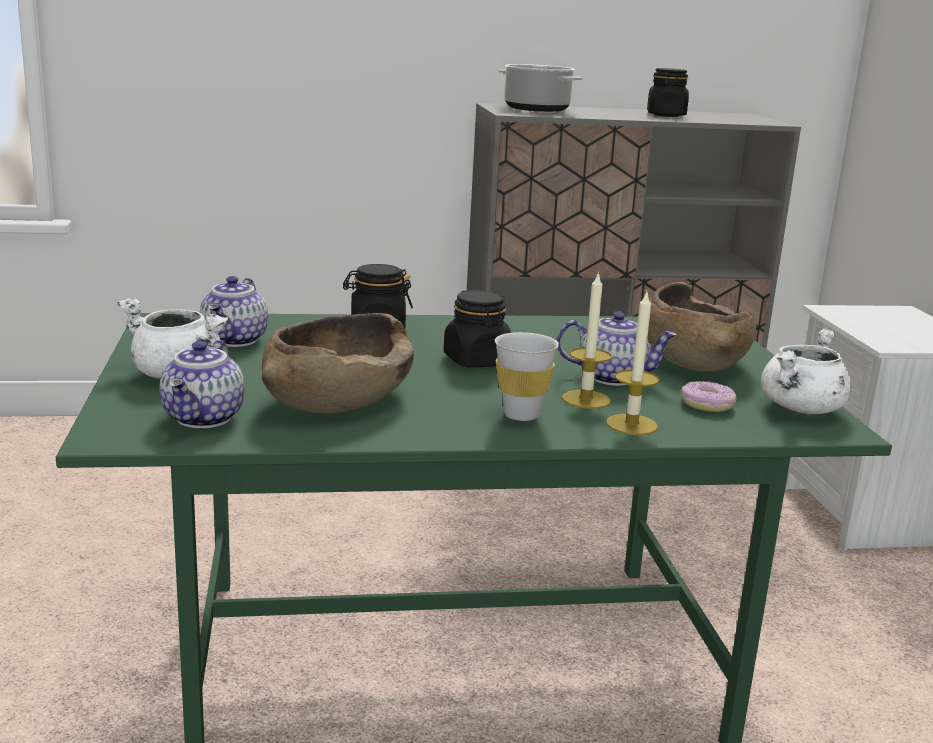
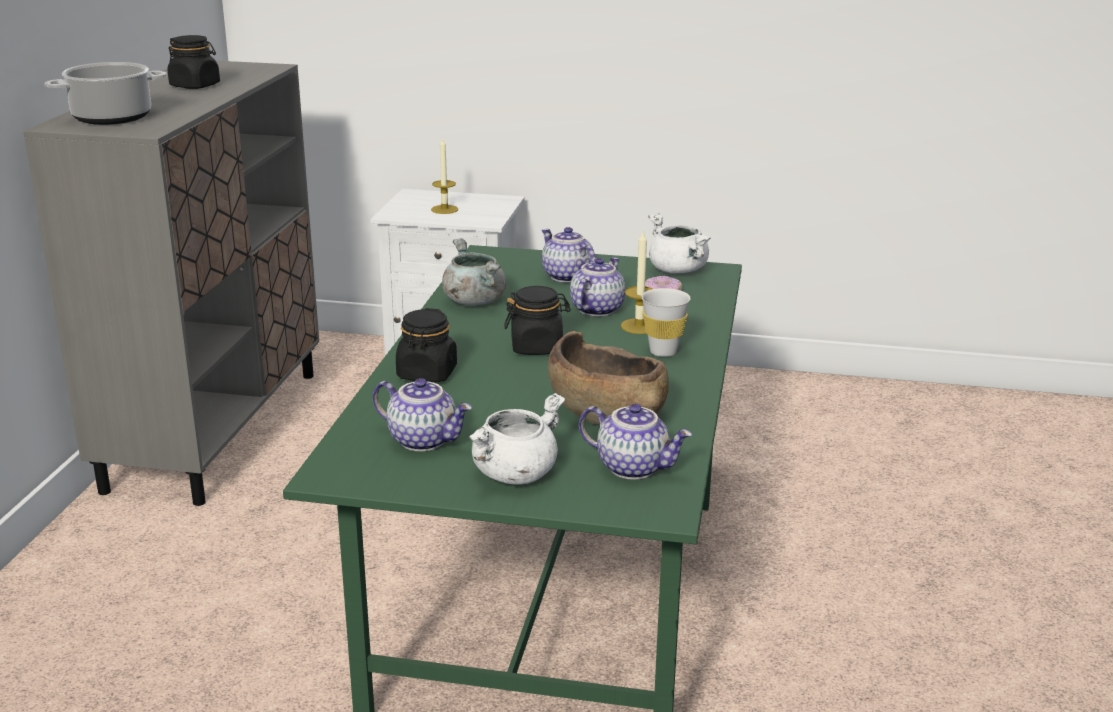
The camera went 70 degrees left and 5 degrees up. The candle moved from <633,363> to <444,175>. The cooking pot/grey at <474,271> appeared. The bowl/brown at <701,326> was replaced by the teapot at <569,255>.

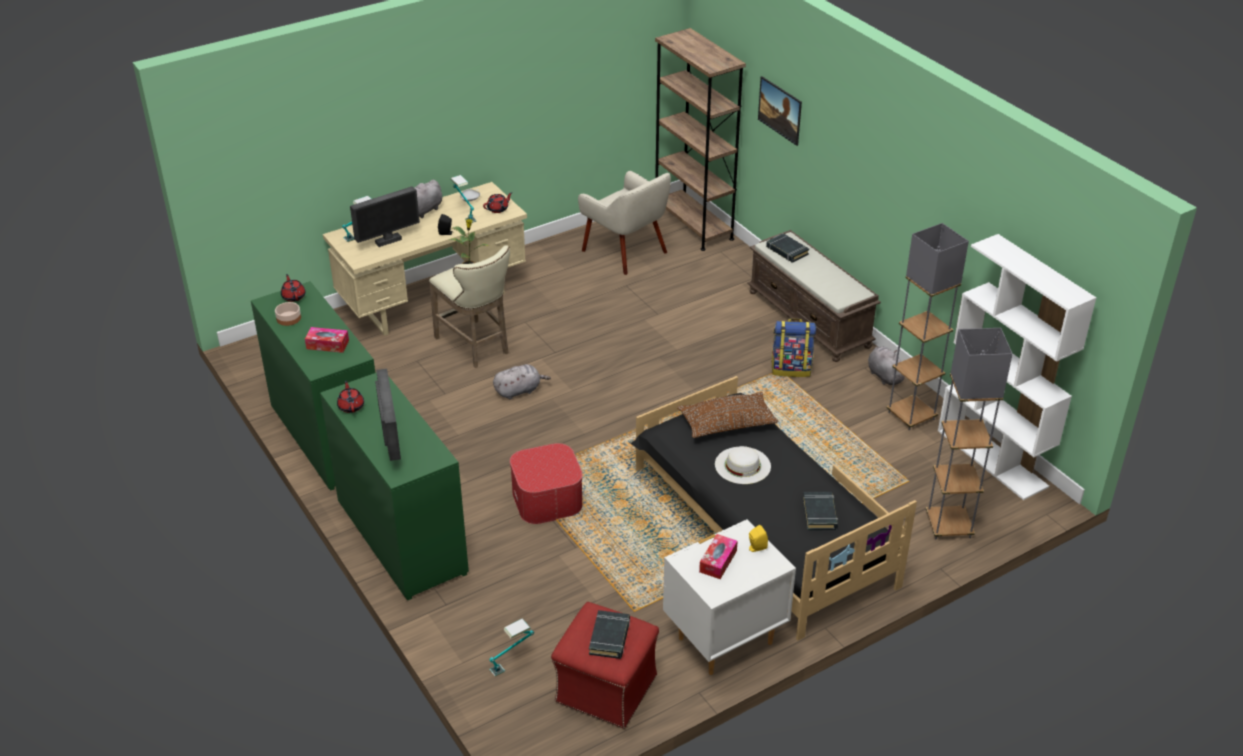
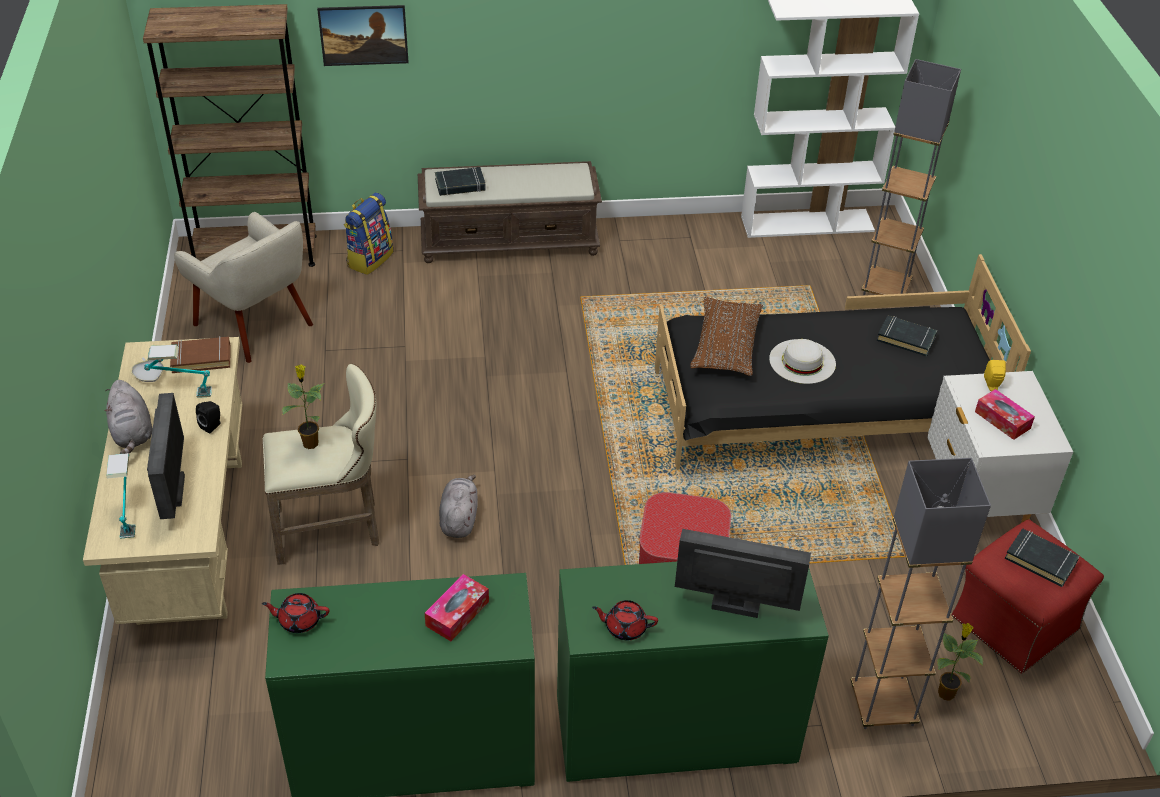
The camera went 65 degrees left and 5 degrees up. The teapot/red at <498,202> was replaced by the book/brown at <200,354>. The armchair/beige at <624,223> turned 60 degrees clockwise. The backpack moved from <793,347> to <369,234>. The floor lamp/grey moved from <927,326> to <921,593>. The table lamp at <511,648> was replaced by the potted plant at <960,662>. The bowl at <288,314> disappeared. The plush toy/grey at <886,365> disappeared.

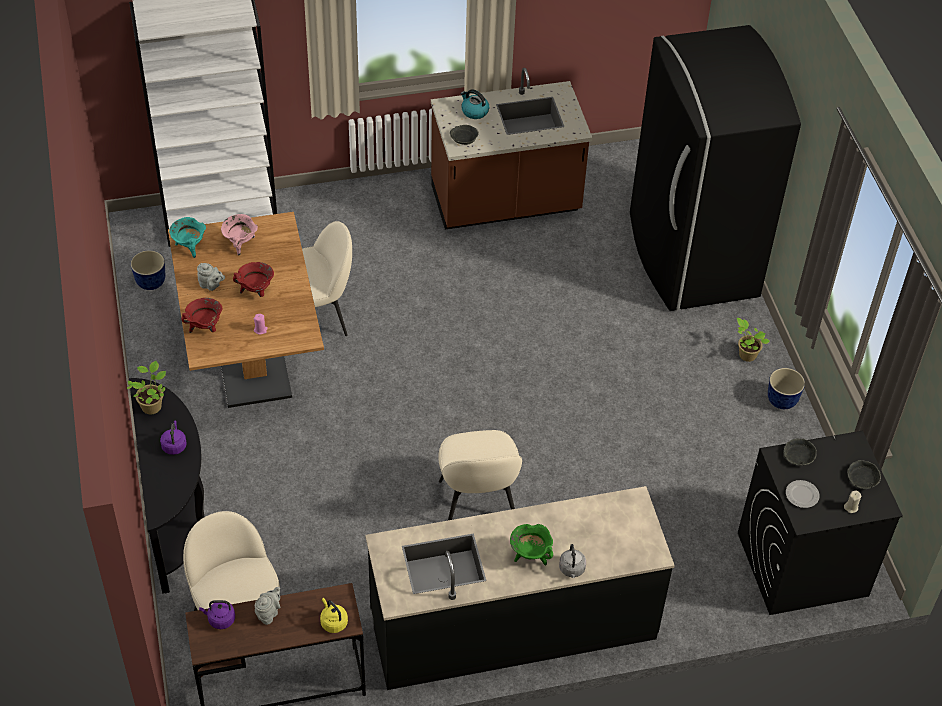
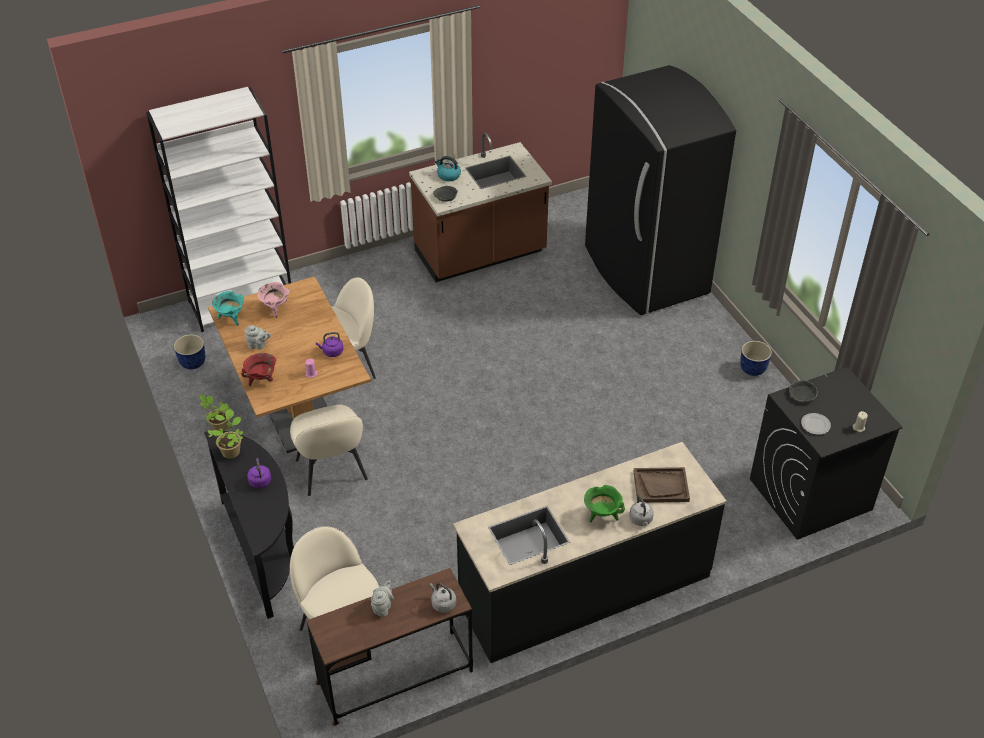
The camera went 10 degrees left and 5 degrees down. The potted plant moved from <753,340> to <214,413>. The chair/beige moved from <480,475> to <329,450>. The kettle/purple moved from <217,614> to <329,344>. The kettle/yellow at <334,615> became the kettle/grey at <442,598>. The tray/brown at <661,485> appeared. The cooking pot/red at <253,279> disappeared. The bowl/grey at <864,474> disappeared.

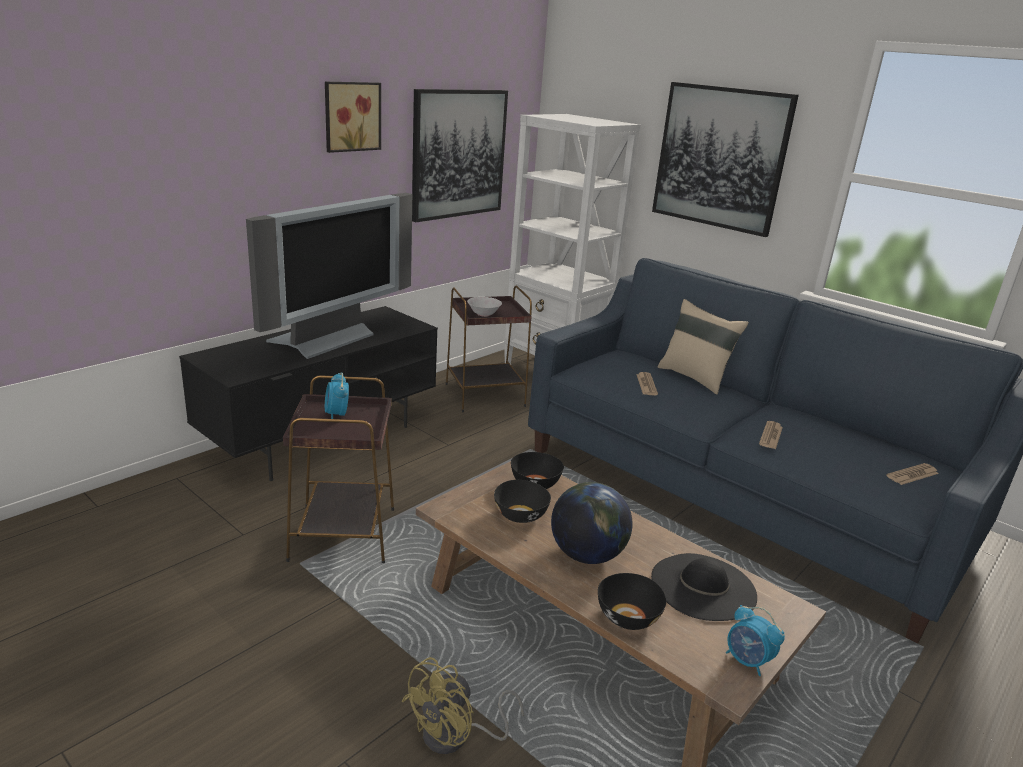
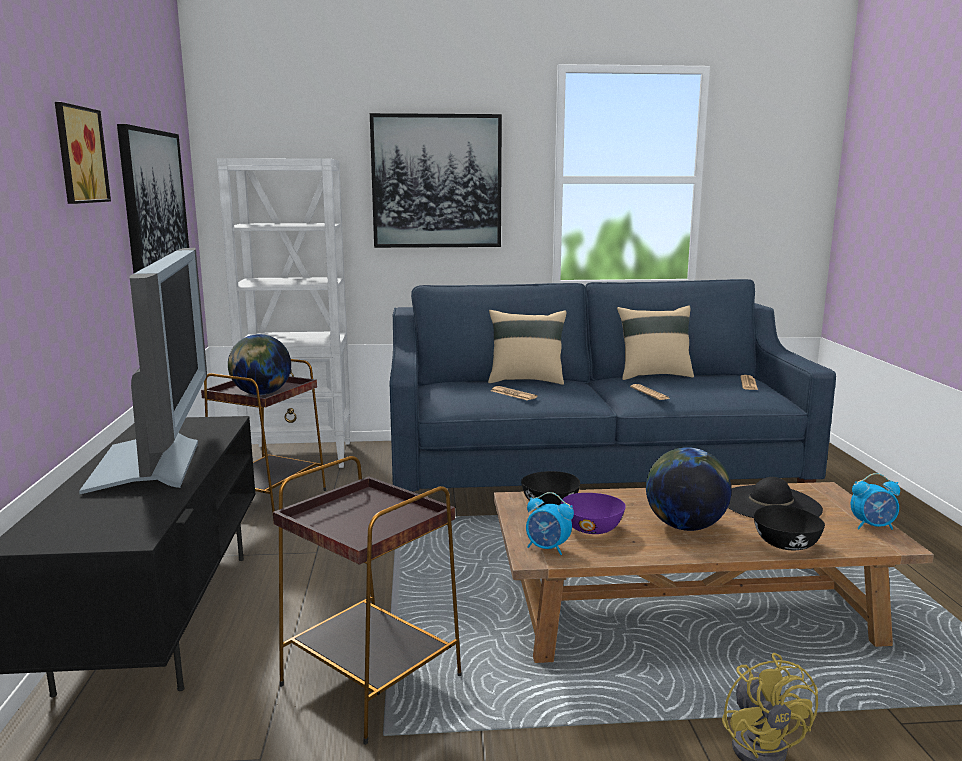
The camera went 45 degrees left and 10 degrees down. The bowl/white at <484,307> was replaced by the globe at <259,364>. The alarm clock moved from <337,396> to <550,523>. The bowl/black at <522,501> became the bowl/purple at <593,513>. The pillow/beige at <655,342> appeared.

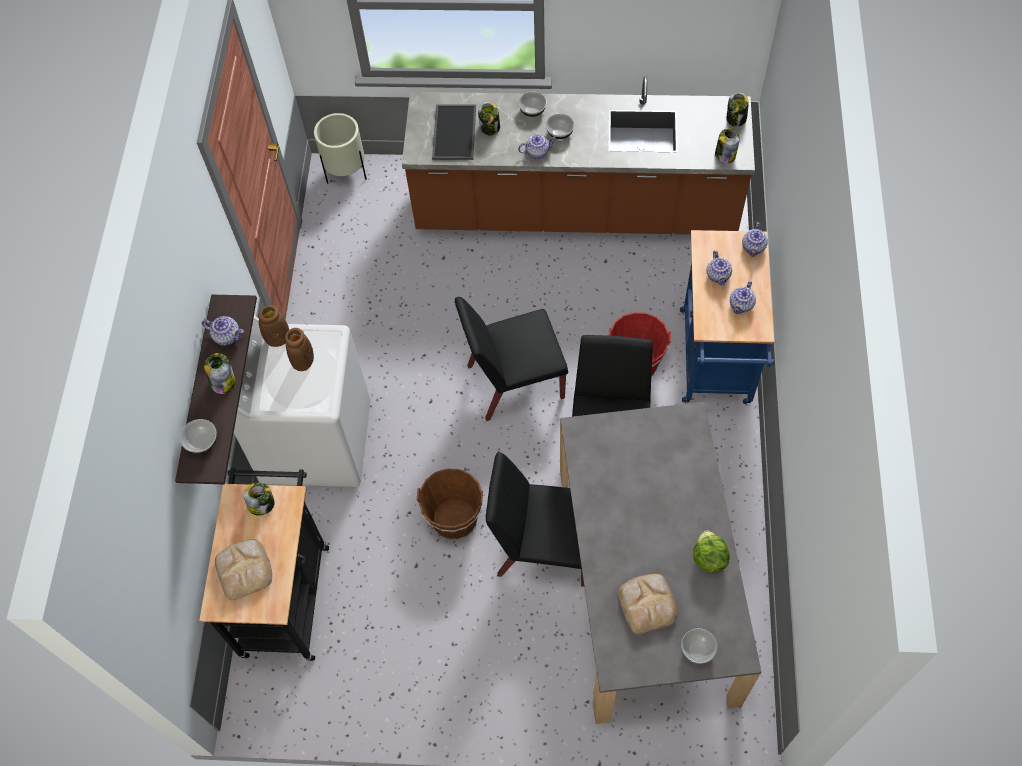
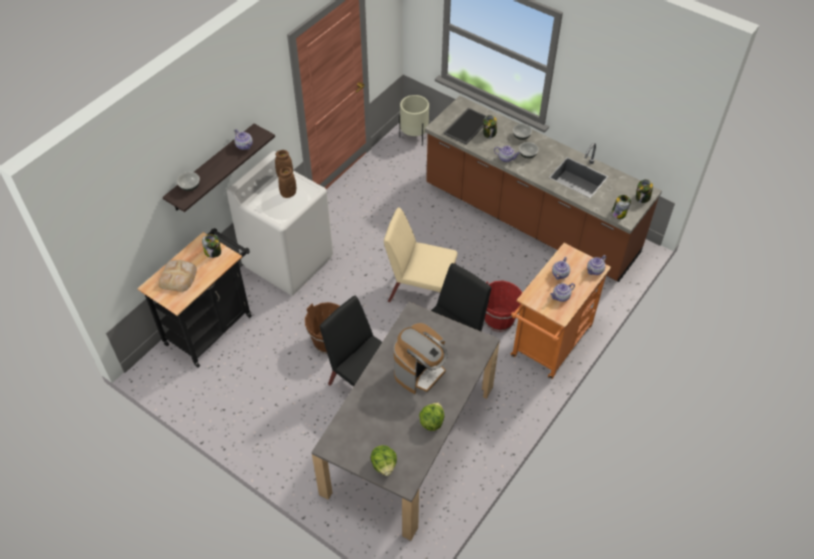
The camera went 30 degrees right and 10 degrees down. The bowl at <699,646> was replaced by the lettuce at <384,460>. The chair/black at <511,359> became the chair/beige at <421,254>. The coffee machine at <421,358> appeared. The cart/blue at <727,317> became the cart/orange at <561,311>. The jar at <219,373> disappeared. The bread at <647,604> disappeared.

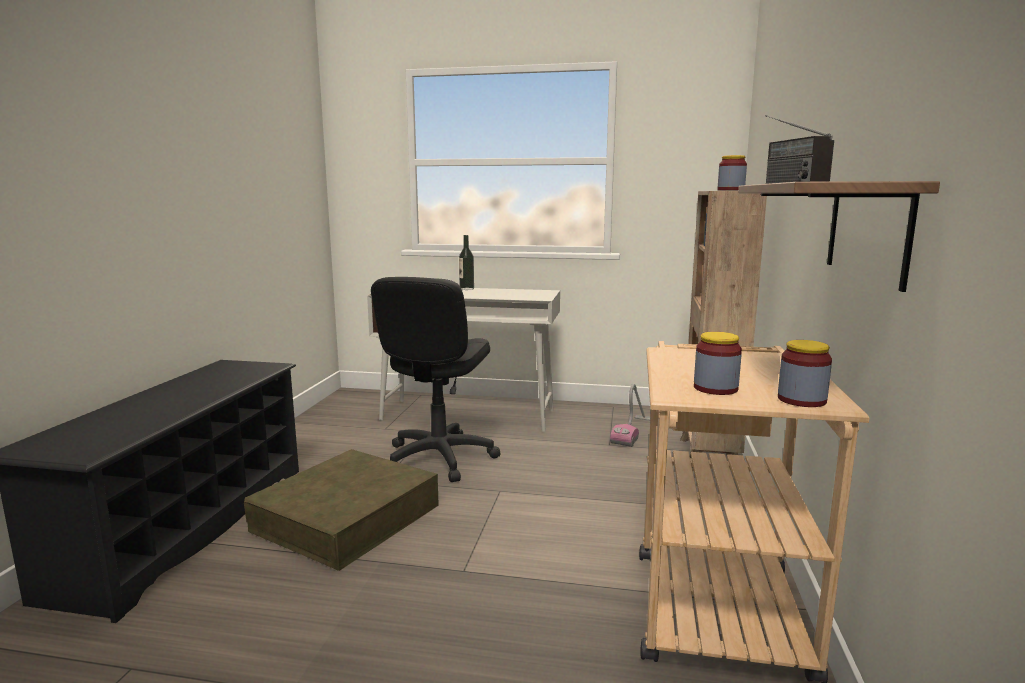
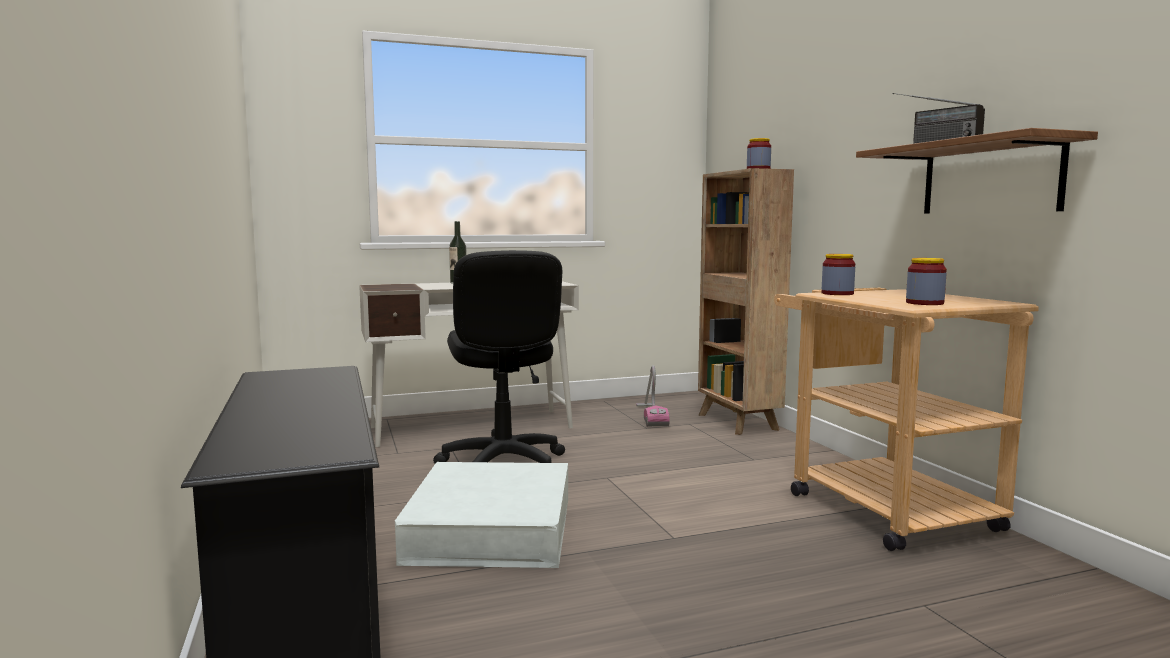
The camera went 30 degrees left and 5 degrees down. The storage box/brown at <341,510> became the storage box/white at <481,515>. The jar moved from <805,373> to <838,274>.

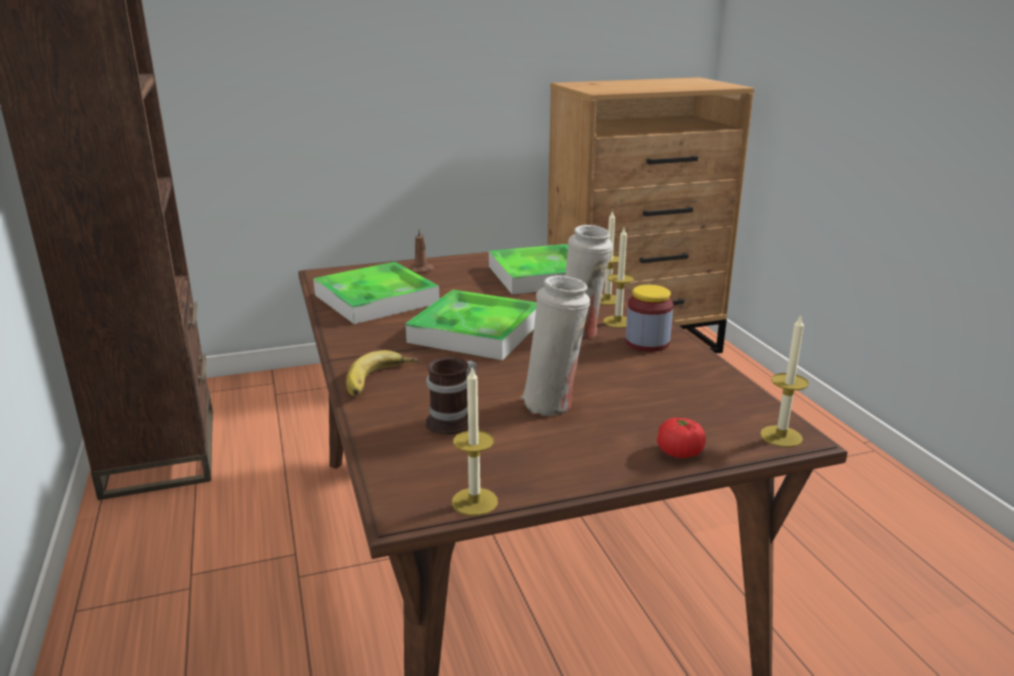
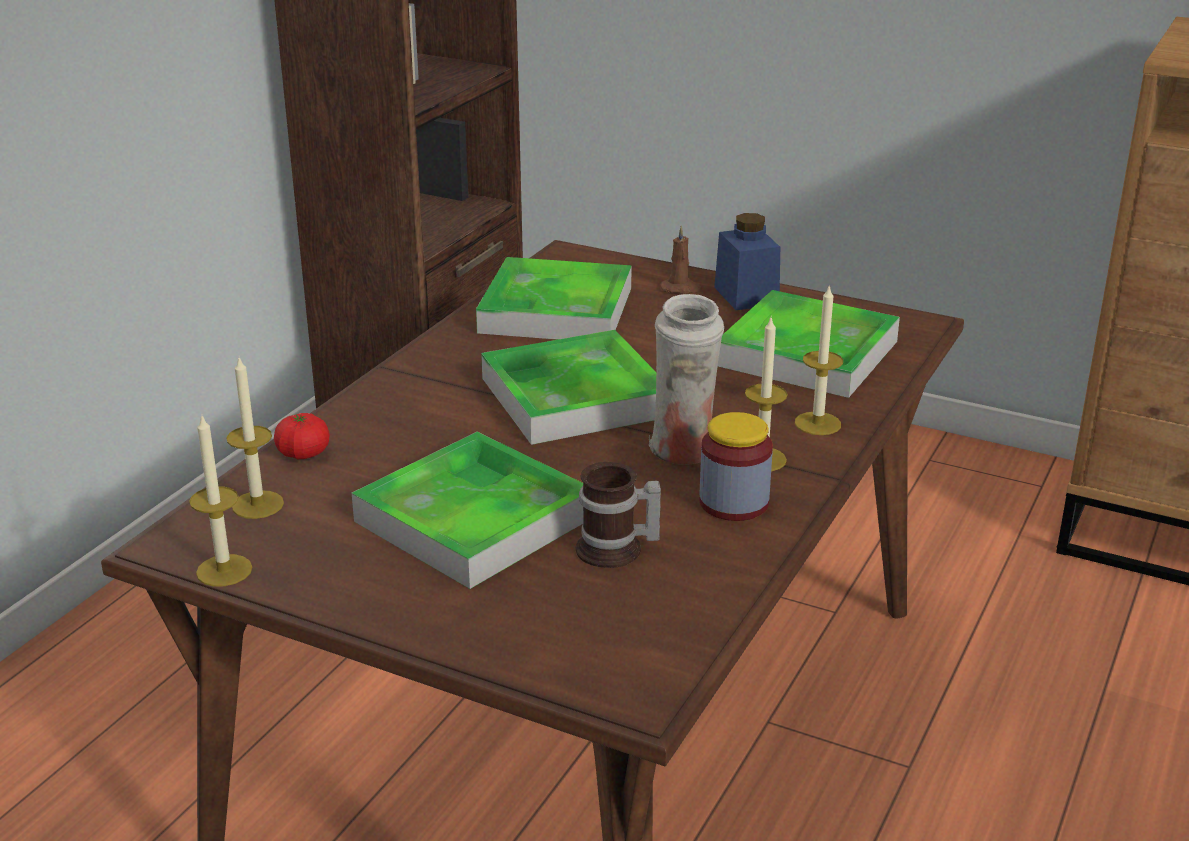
The camera went 45 degrees right and 5 degrees up. The candle moved from <784,380> to <255,438>. The tomato moved from <681,438> to <302,436>. The vase/white at <555,346> was replaced by the tray at <467,510>. The mug moved from <451,396> to <618,515>. The jar/blue at <747,261> appeared. The banana at <382,373> disappeared.

